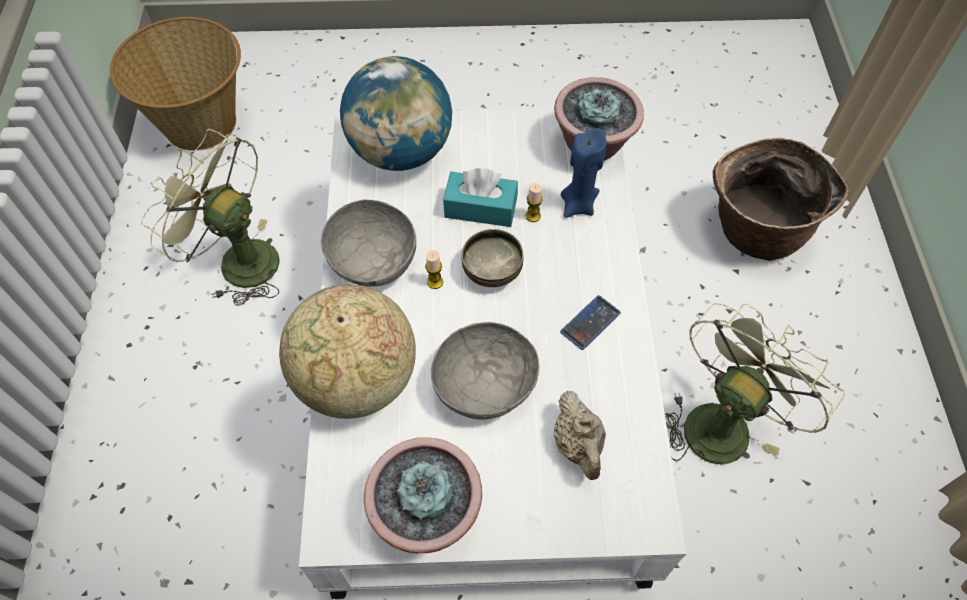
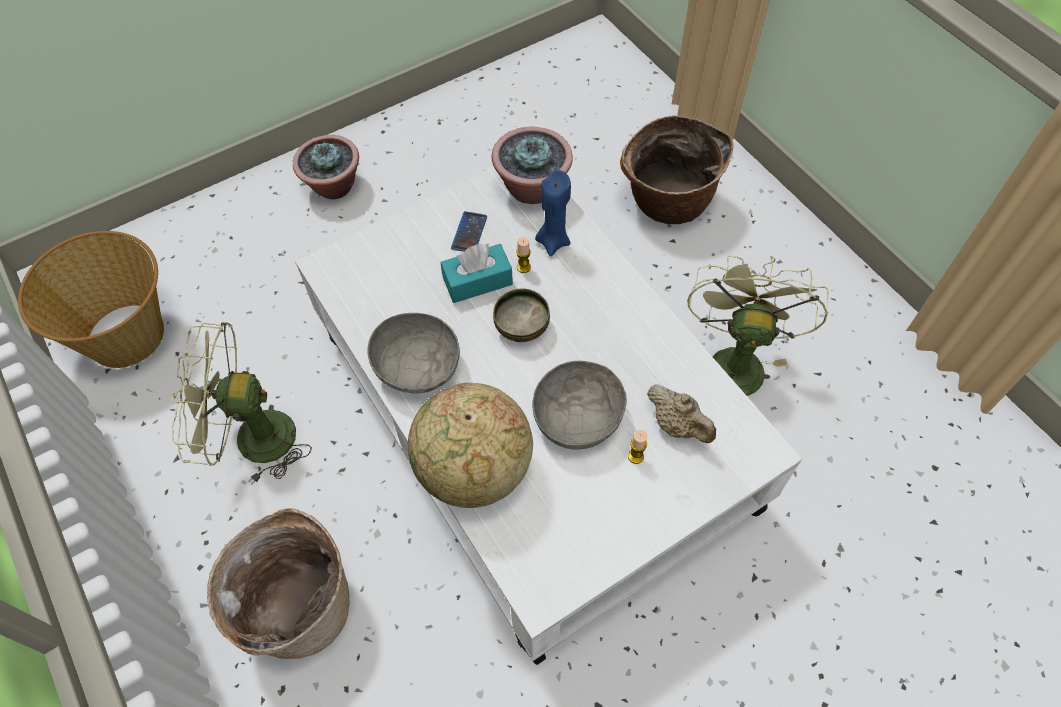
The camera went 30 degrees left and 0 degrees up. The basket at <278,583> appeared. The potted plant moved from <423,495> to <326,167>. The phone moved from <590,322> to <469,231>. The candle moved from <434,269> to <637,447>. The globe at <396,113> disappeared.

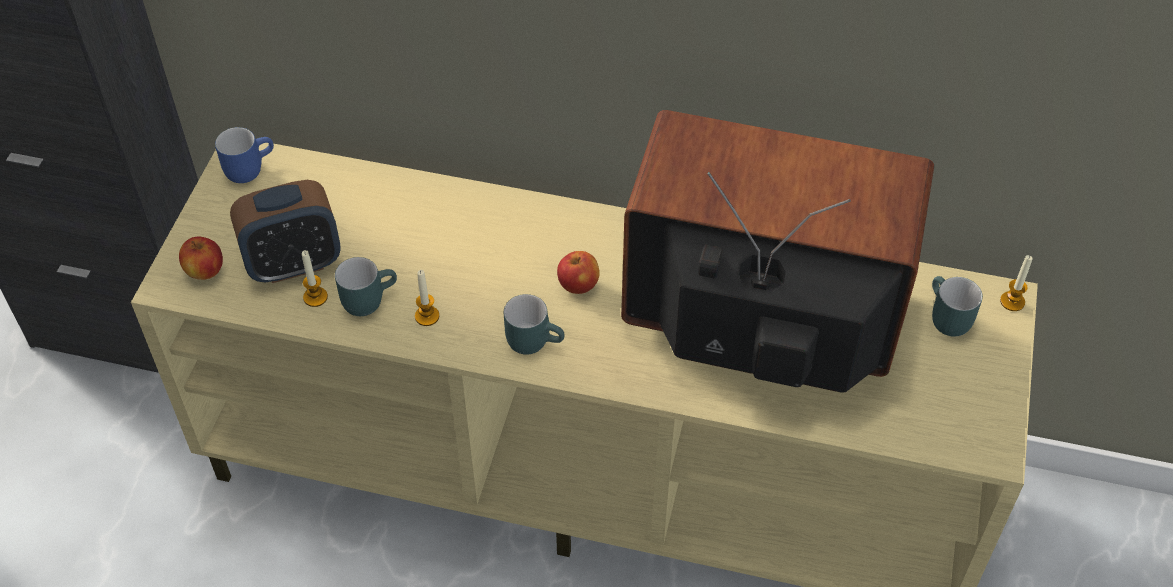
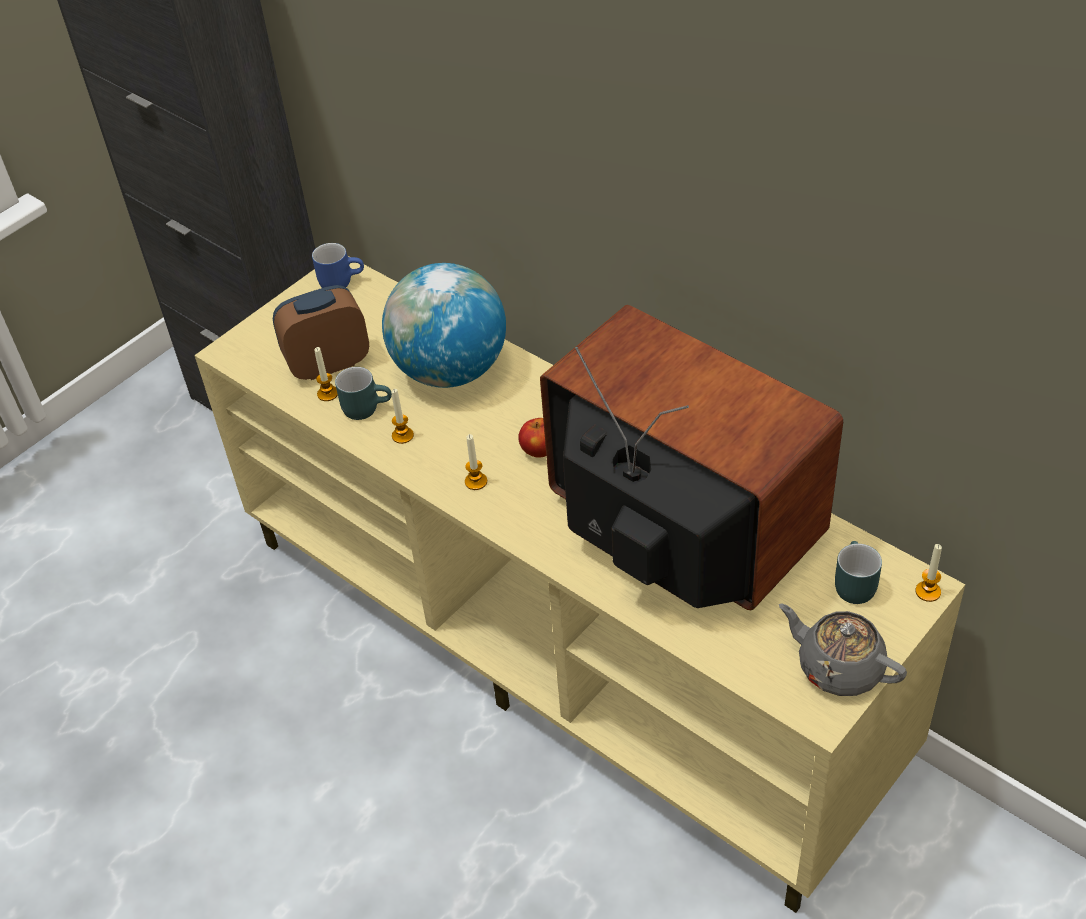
The camera went 30 degrees right and 5 degrees down. The alarm clock at <285,231> turned 150 degrees clockwise. The globe at <444,325> appeared. The mug/turquoise at <534,324> was replaced by the candle at <476,462>. The teapot/grey at <843,649> appeared. The apple at <201,258> disappeared.

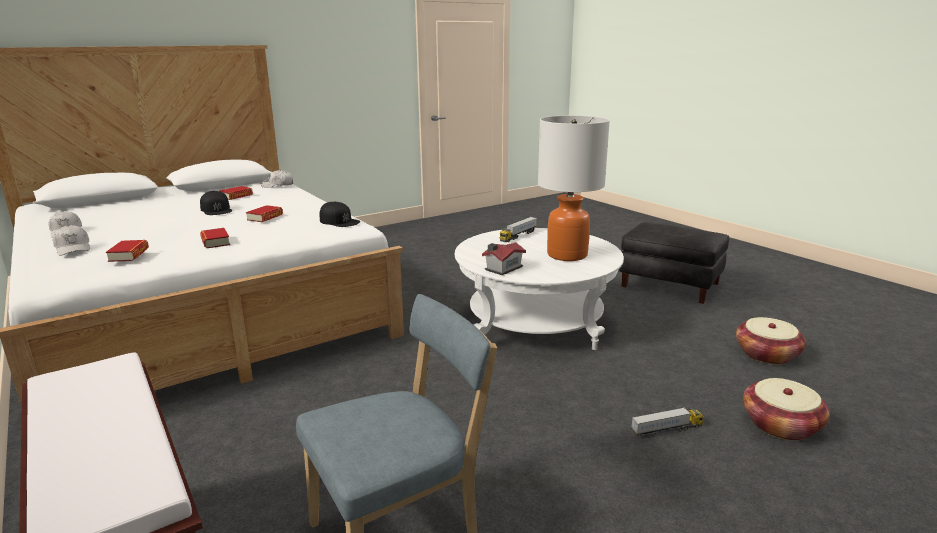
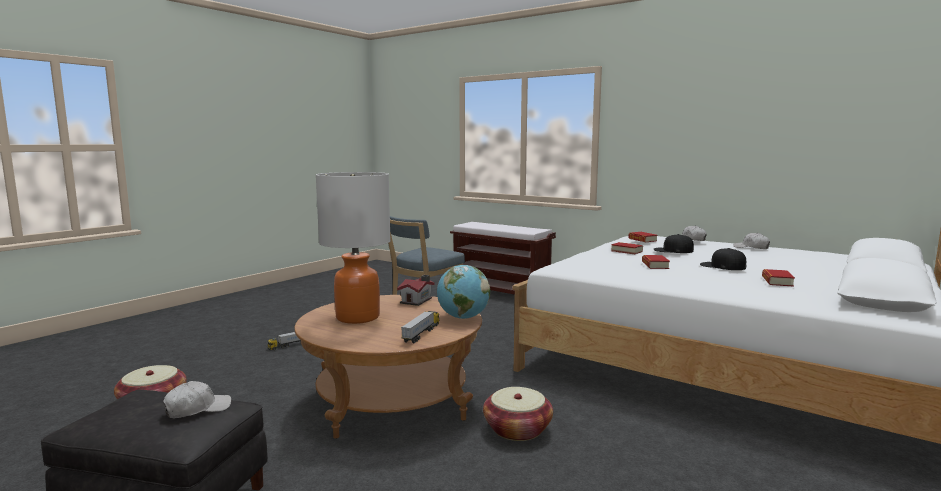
The camera went 160 degrees right and 10 degrees down. The cap/white moved from <277,179> to <197,399>. The coffee table/white at <539,289> became the coffee table/brown at <388,367>. The globe at <463,292> appeared. The basket moved from <786,409> to <518,414>. The cap/black moved from <340,214> to <674,243>.

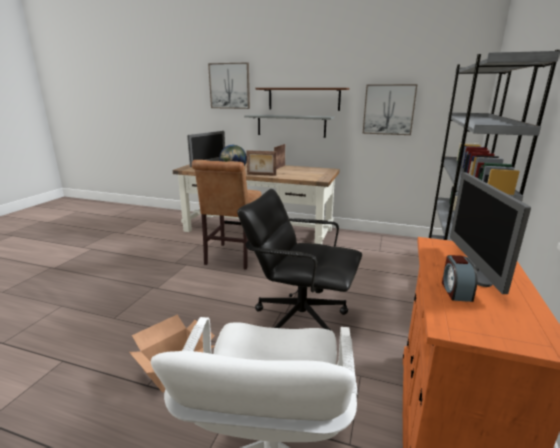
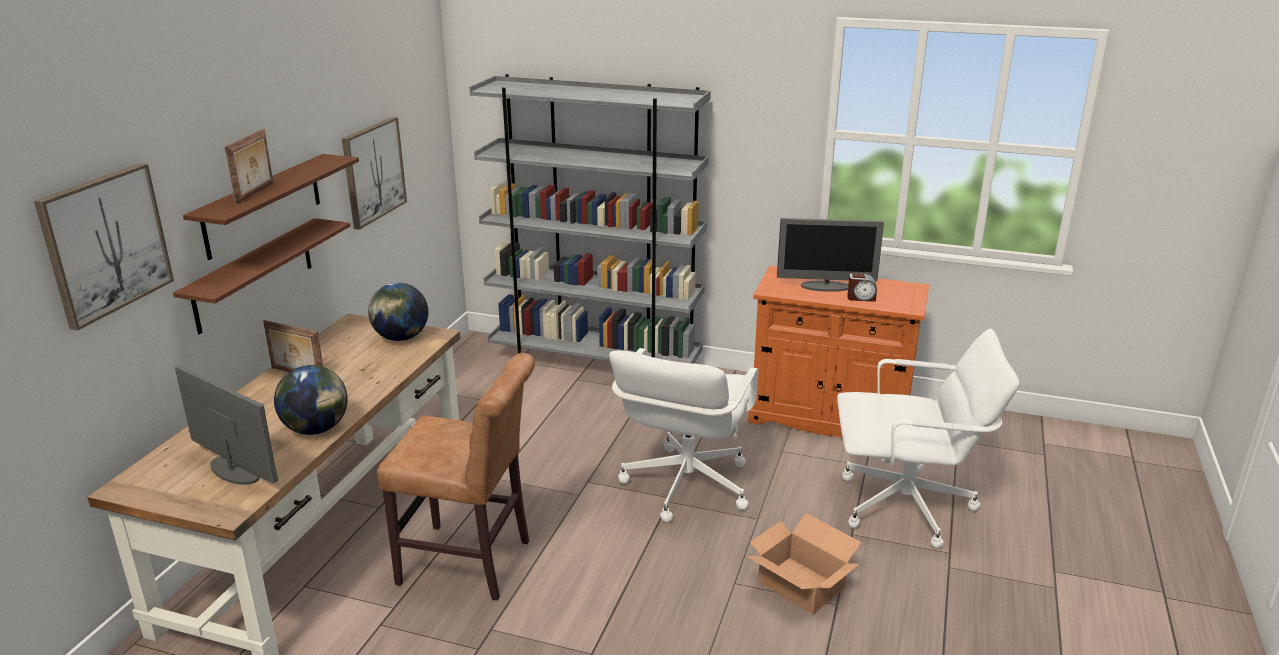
The camera went 90 degrees left and 5 degrees up. The shelf/grey at <289,126> became the shelf/brown at <261,276>. The picture frame moved from <261,163> to <249,166>. The globe at <398,312> appeared. The office chair/black at <299,259> became the office chair/white at <683,435>.

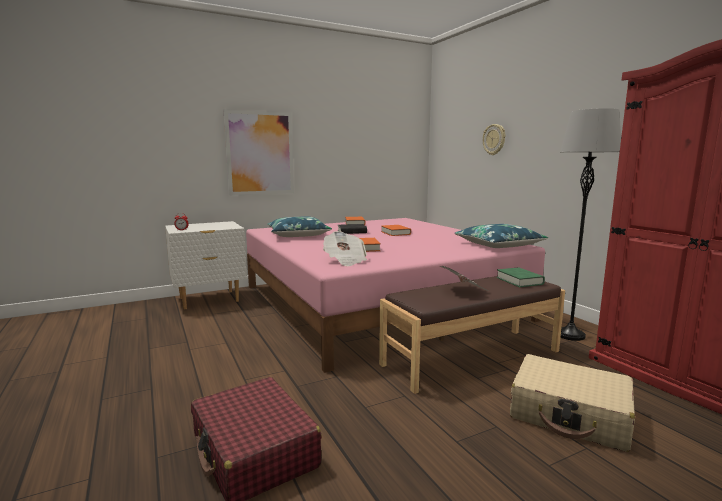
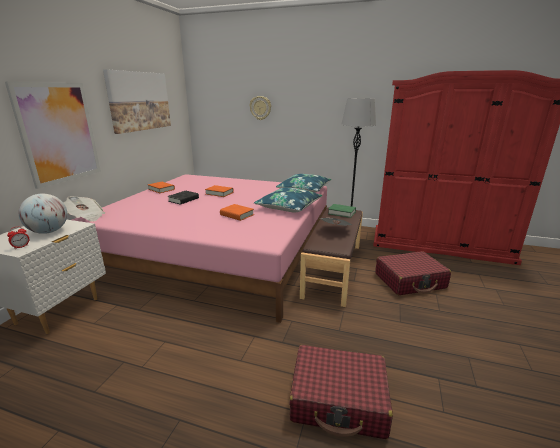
The camera went 45 degrees left and 10 degrees up. The globe at <42,214> appeared. The newspaper moved from <345,248> to <84,209>. The picture at <137,101> appeared. The pillow/blue moved from <299,227> to <288,200>. The suitcase/beige at <572,403> became the suitcase/red at <413,273>.

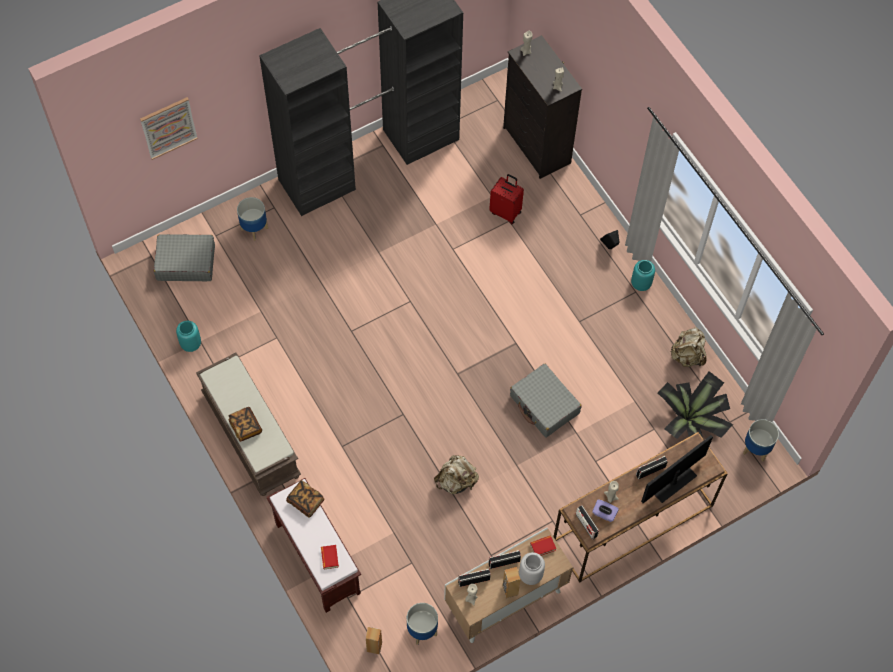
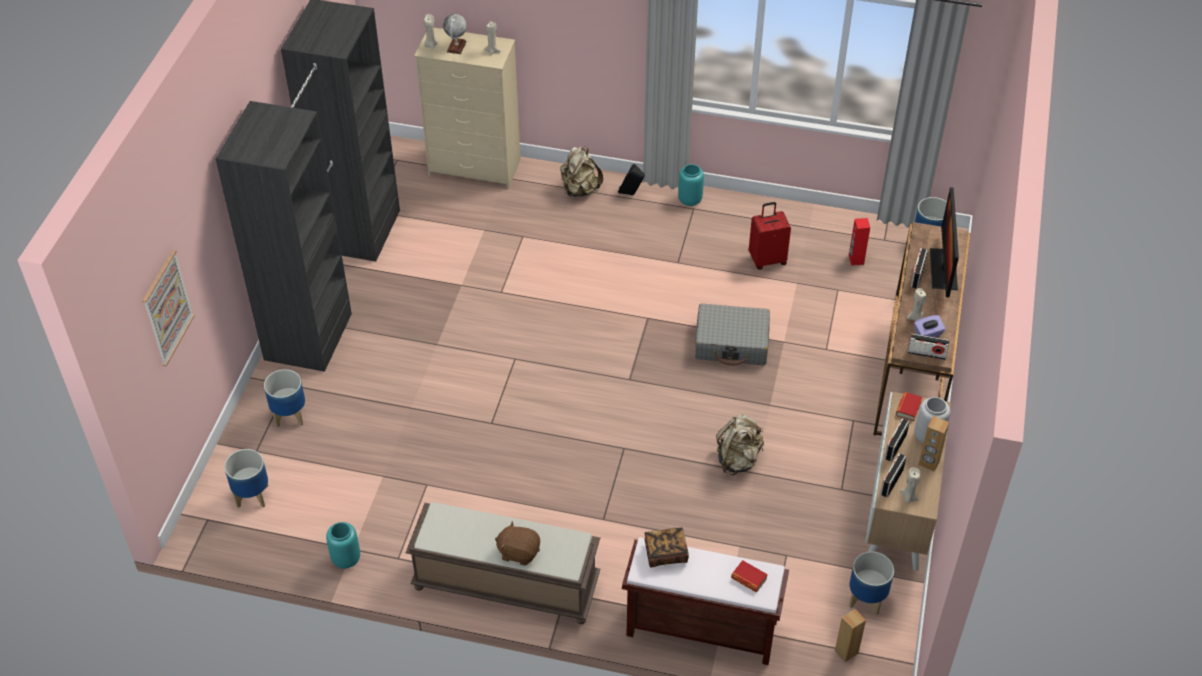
The camera went 45 degrees left and 15 degrees down. The suitcase/grey at <184,257> was replaced by the planter at <246,478>. The dresser/black at <542,107> became the dresser/beige at <467,108>. The globe at <455,34> appeared. The book at <245,424> was replaced by the plush toy/brown at <517,543>. The backpack/beige moved from <688,347> to <581,172>. The suitcase/red moved from <506,199> to <770,236>. The potted plant at <695,405> was replaced by the speaker/red at <859,241>.

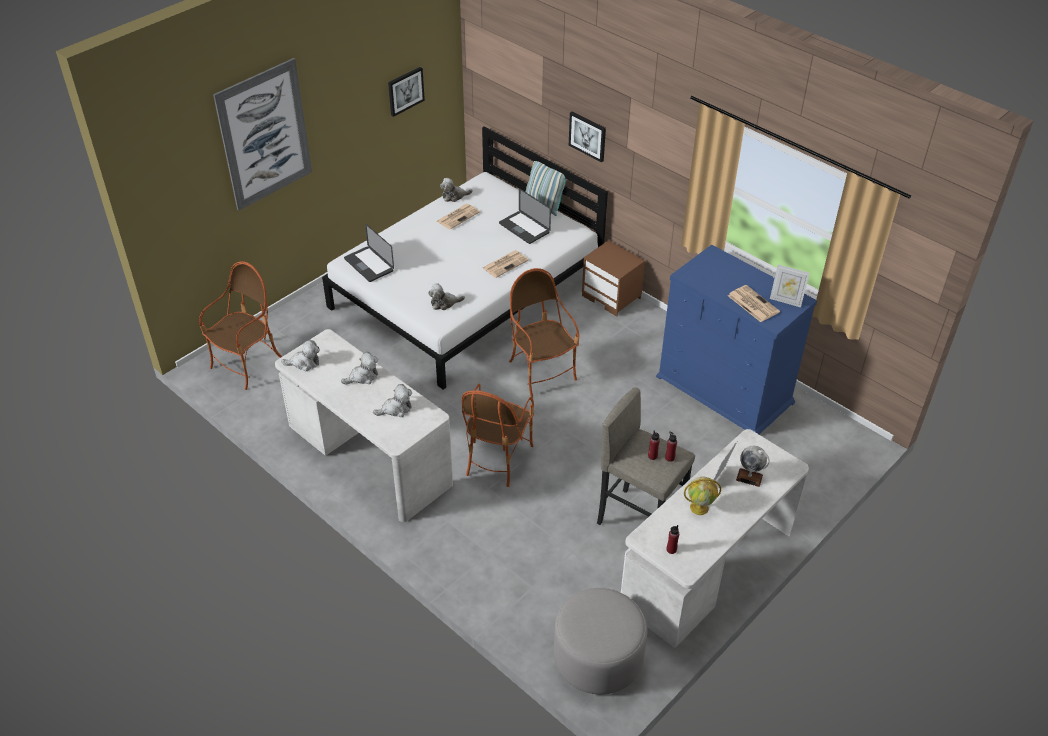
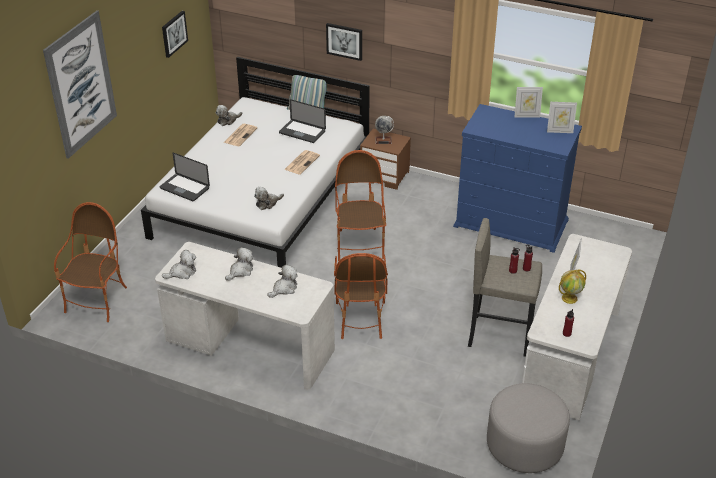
The camera went 20 degrees left and 5 degrees down. The armchair at <544,332> turned 45 degrees clockwise. The globe moved from <752,466> to <384,130>. The picture frame at <529,102> appeared. The newspaper at <754,303> disappeared.

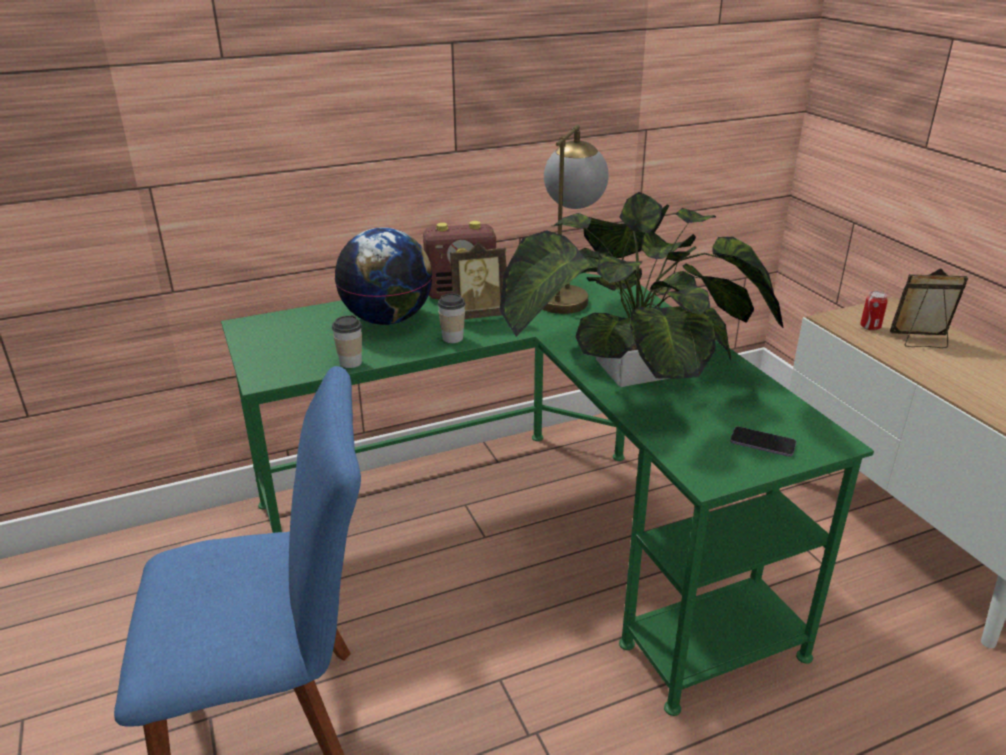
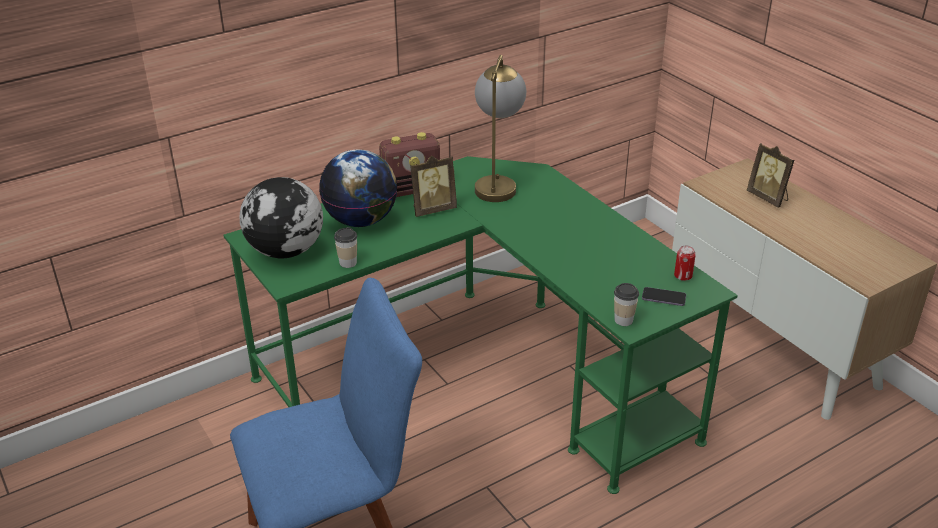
The camera went 10 degrees left and 5 degrees up. The globe at <281,217> appeared. The cup moved from <451,318> to <626,304>. The can moved from <874,311> to <685,263>. The picture frame at <929,308> turned 120 degrees counterclockwise. The potted plant at <641,289> disappeared.

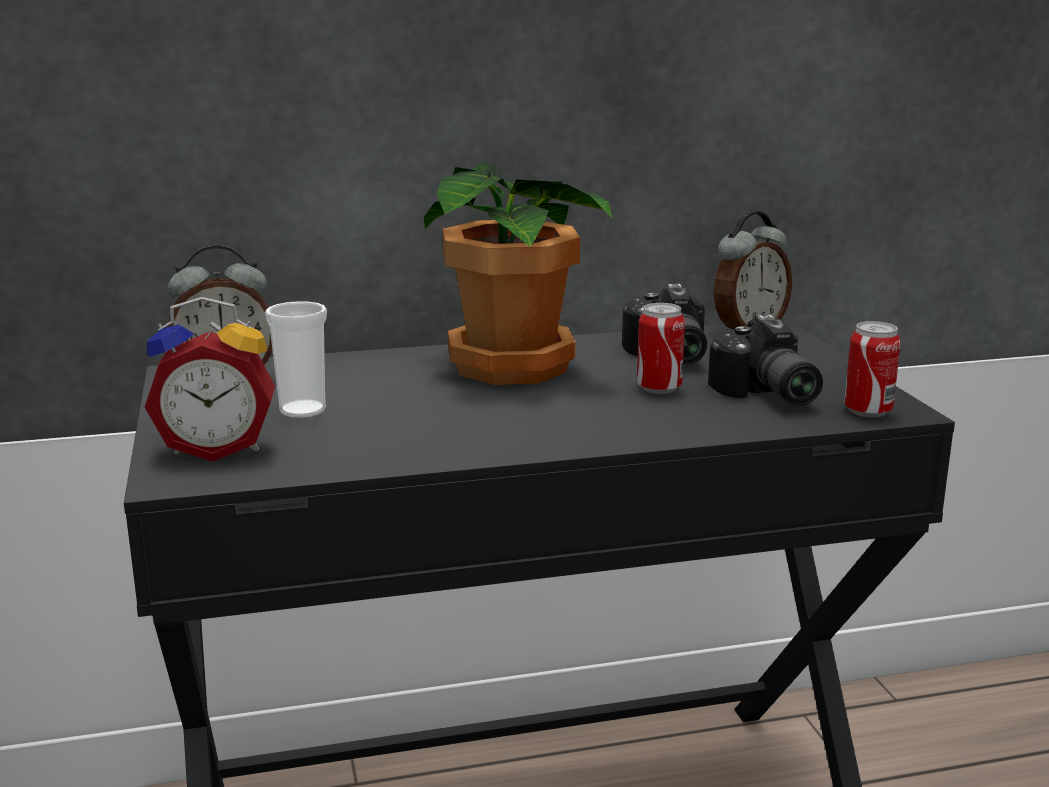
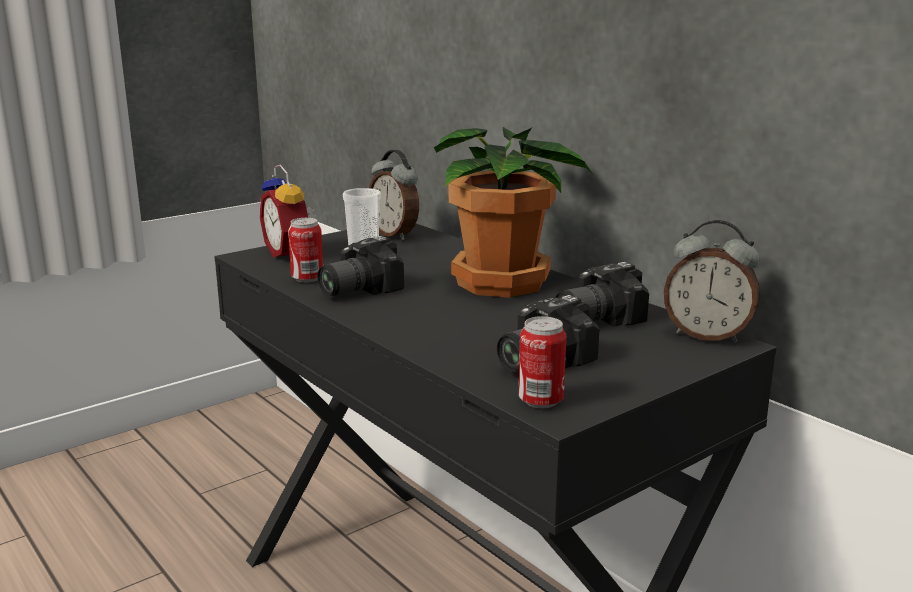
The camera went 65 degrees right and 0 degrees up. The can moved from <661,348> to <305,250>. The photo camera at <360,266> appeared.

